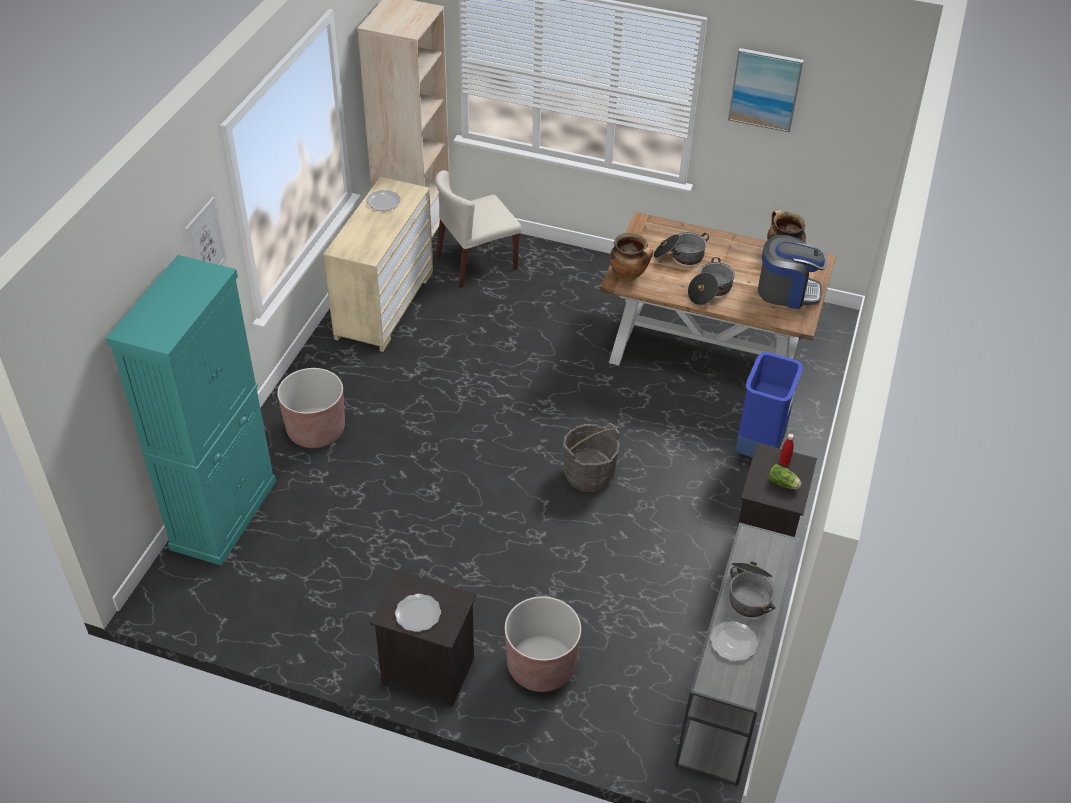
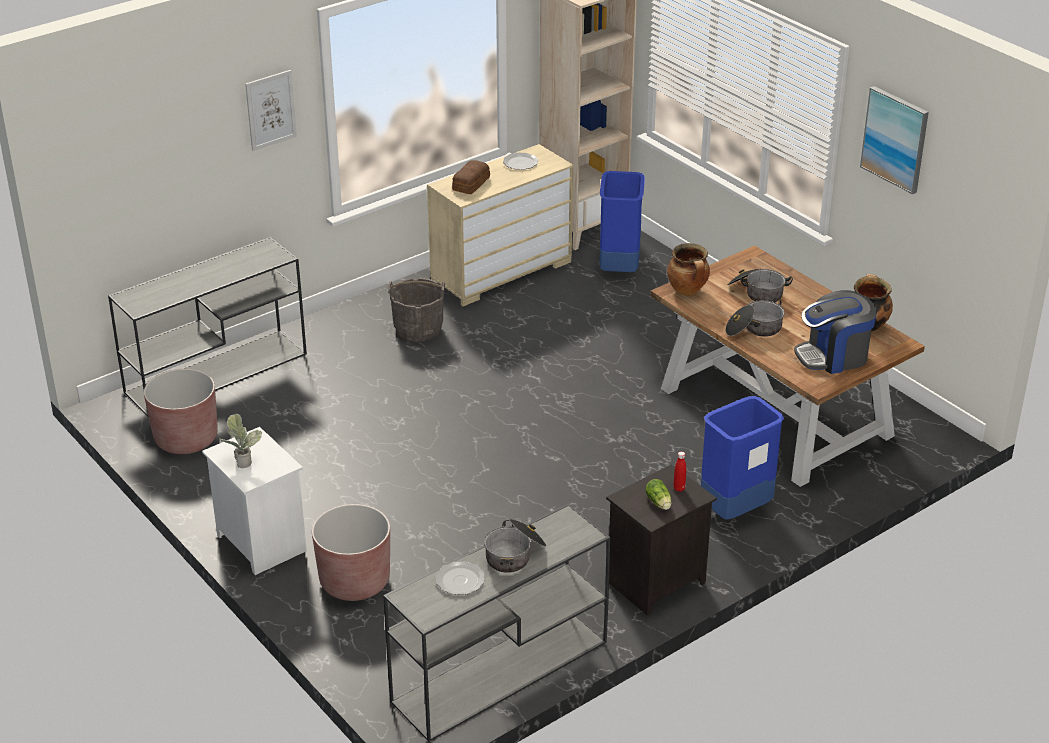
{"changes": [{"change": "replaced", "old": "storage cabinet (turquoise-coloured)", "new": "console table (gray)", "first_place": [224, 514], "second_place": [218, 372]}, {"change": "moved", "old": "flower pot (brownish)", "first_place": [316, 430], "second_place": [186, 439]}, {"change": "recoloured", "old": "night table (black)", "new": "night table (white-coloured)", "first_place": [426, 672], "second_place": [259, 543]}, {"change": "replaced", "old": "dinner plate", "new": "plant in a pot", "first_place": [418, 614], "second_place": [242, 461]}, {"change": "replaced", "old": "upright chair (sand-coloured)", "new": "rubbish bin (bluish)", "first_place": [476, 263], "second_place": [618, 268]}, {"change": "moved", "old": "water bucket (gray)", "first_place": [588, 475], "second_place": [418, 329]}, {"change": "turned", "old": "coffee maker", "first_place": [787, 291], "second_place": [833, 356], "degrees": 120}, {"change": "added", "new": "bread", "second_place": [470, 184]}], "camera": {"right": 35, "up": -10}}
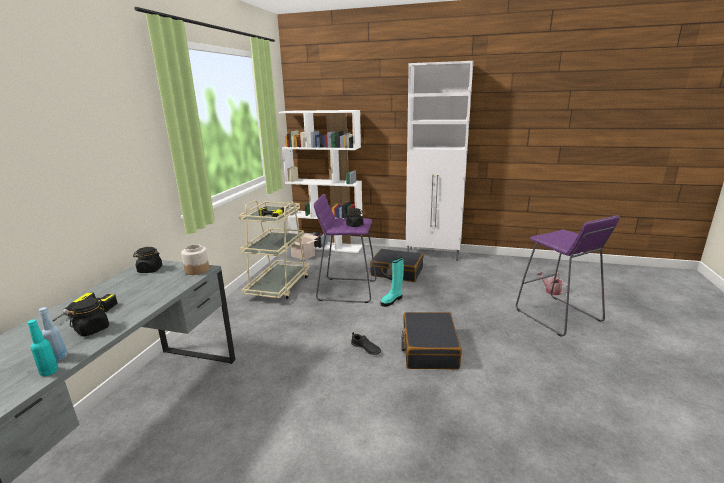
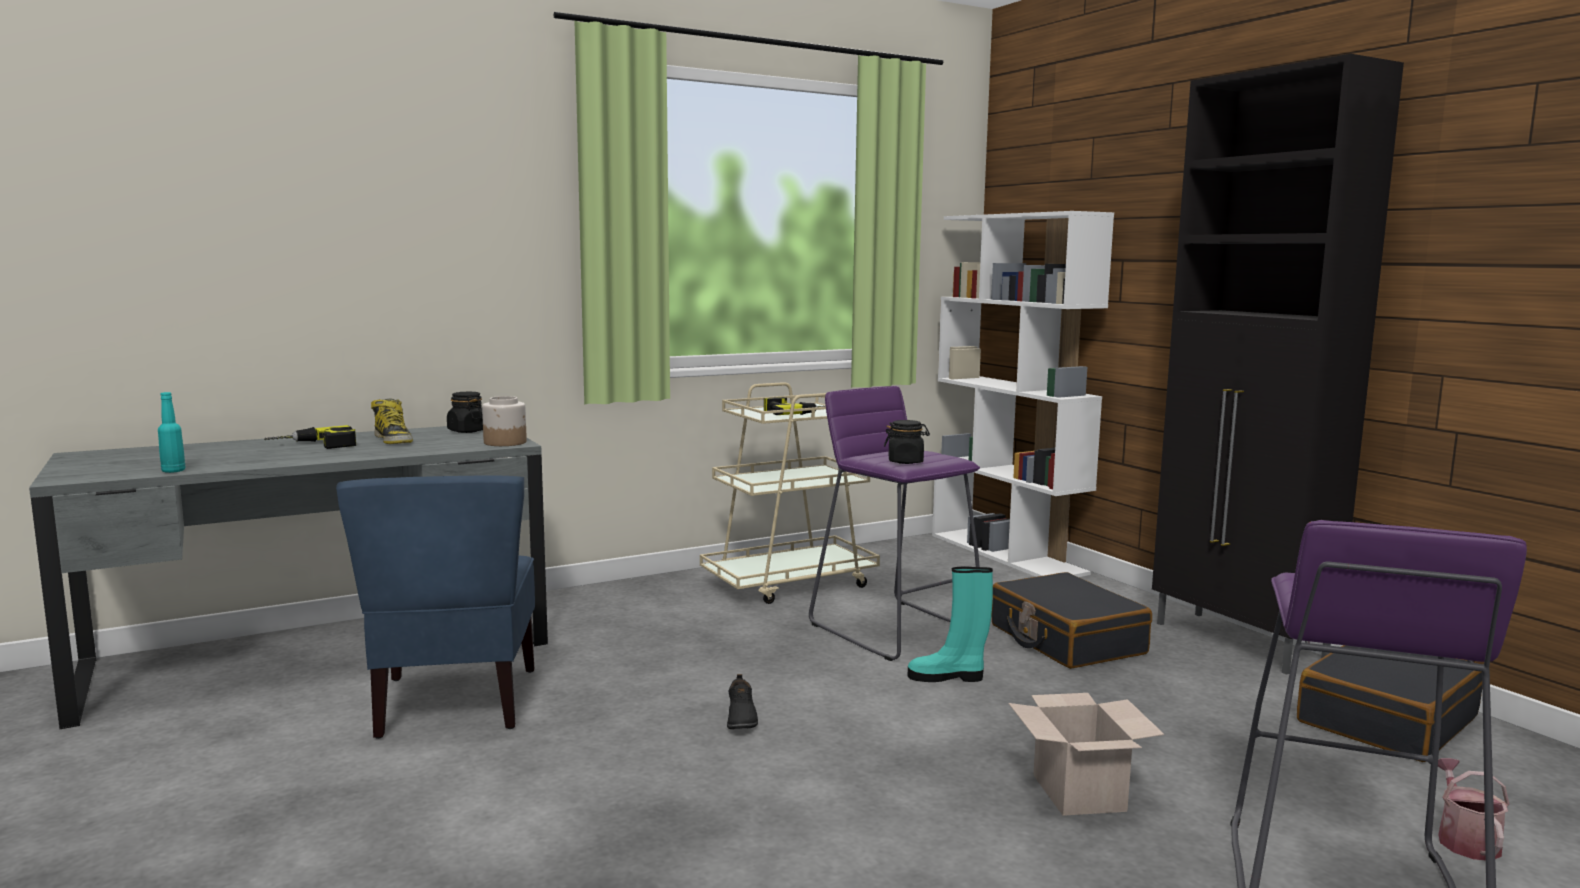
{"changes": [{"change": "removed", "old": "bottle (bluish)", "first_place": [59, 357]}, {"change": "removed", "old": "preserve jar (black)", "first_place": [92, 329]}, {"change": "moved", "old": "packing box", "first_place": [303, 256], "second_place": [1081, 794]}, {"change": "moved", "old": "suitcase (black)", "first_place": [429, 349], "second_place": [1385, 719]}, {"change": "recoloured", "old": "storage cabinet (white-coloured)", "new": "storage cabinet (black)", "first_place": [433, 255], "second_place": [1240, 643]}, {"change": "added", "new": "upright chair (bluish)", "second_place": [455, 703]}, {"change": "added", "new": "tall boot", "second_place": [393, 440]}], "camera": {"right": 45, "up": -10}}
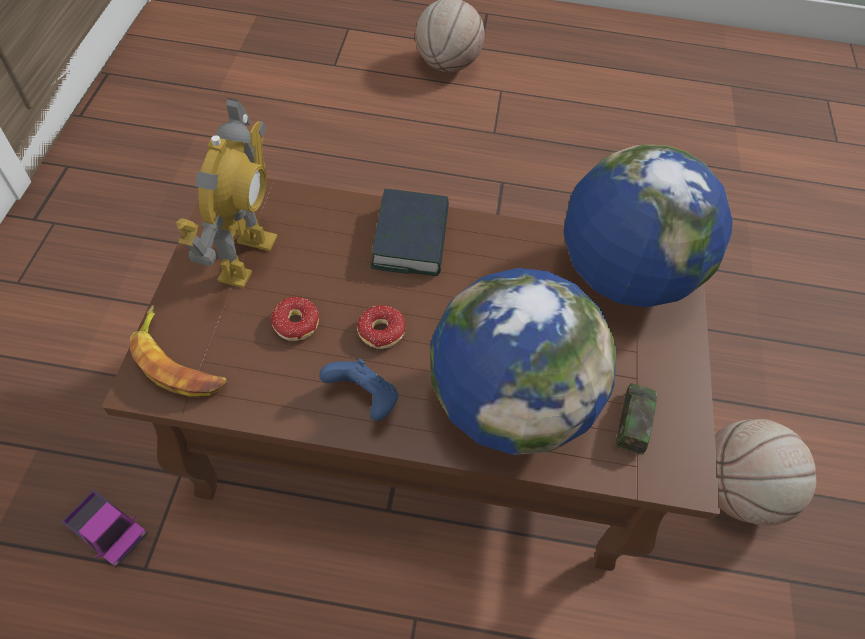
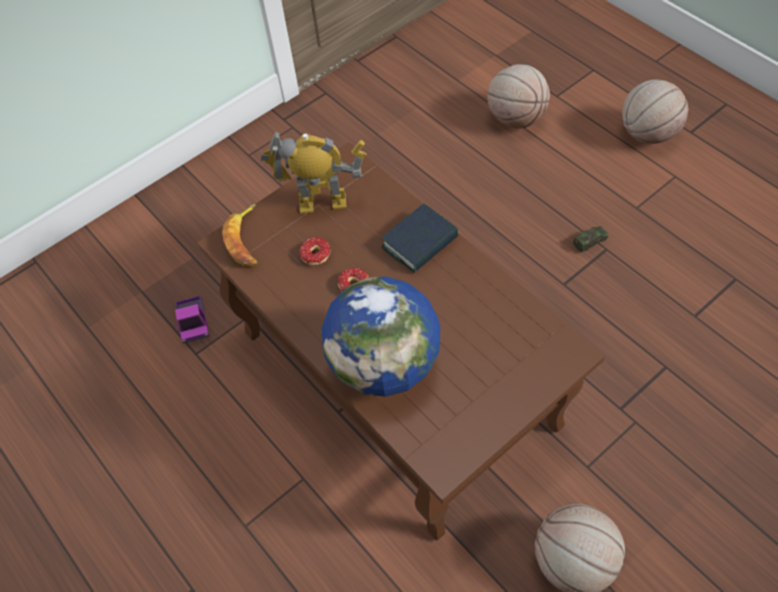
{"changes": [{"change": "turned", "old": "robot figure", "first_place": [246, 257], "second_place": [322, 203], "degrees": -150}, {"change": "removed", "old": "game controller (bluish)", "first_place": [364, 398]}, {"change": "removed", "old": "world globe", "first_place": [622, 275]}, {"change": "moved", "old": "miniature car", "first_place": [633, 422], "second_place": [590, 242]}, {"change": "added", "new": "ball for basketball", "second_place": [516, 118]}], "camera": {"right": 50, "up": 0}}
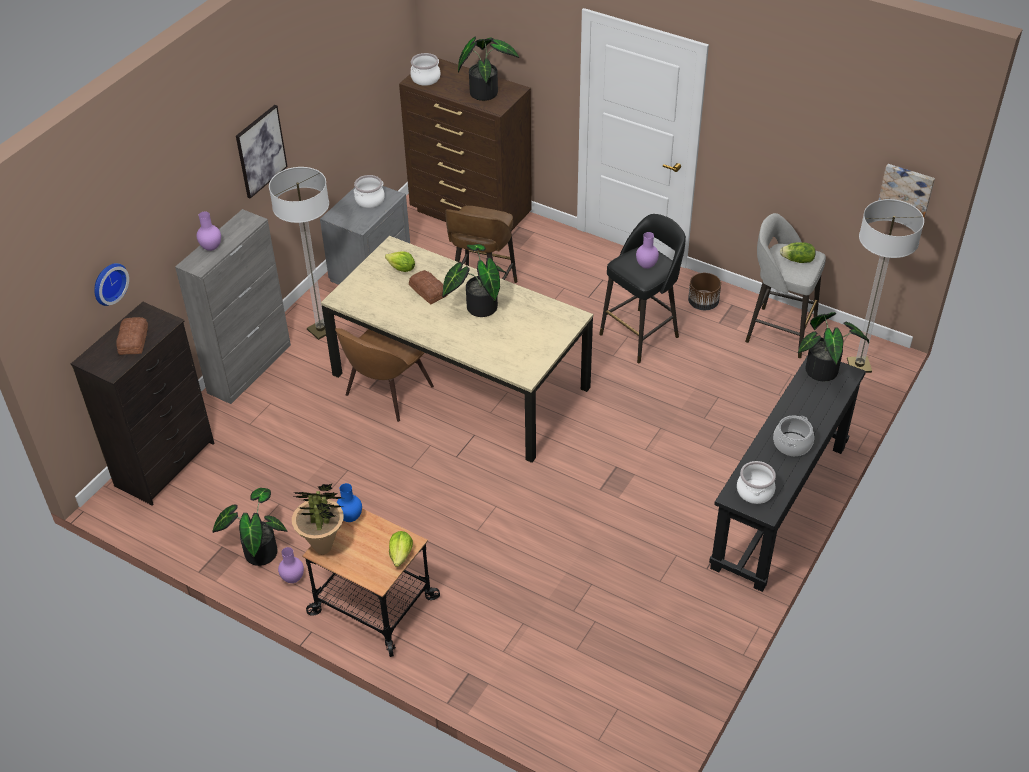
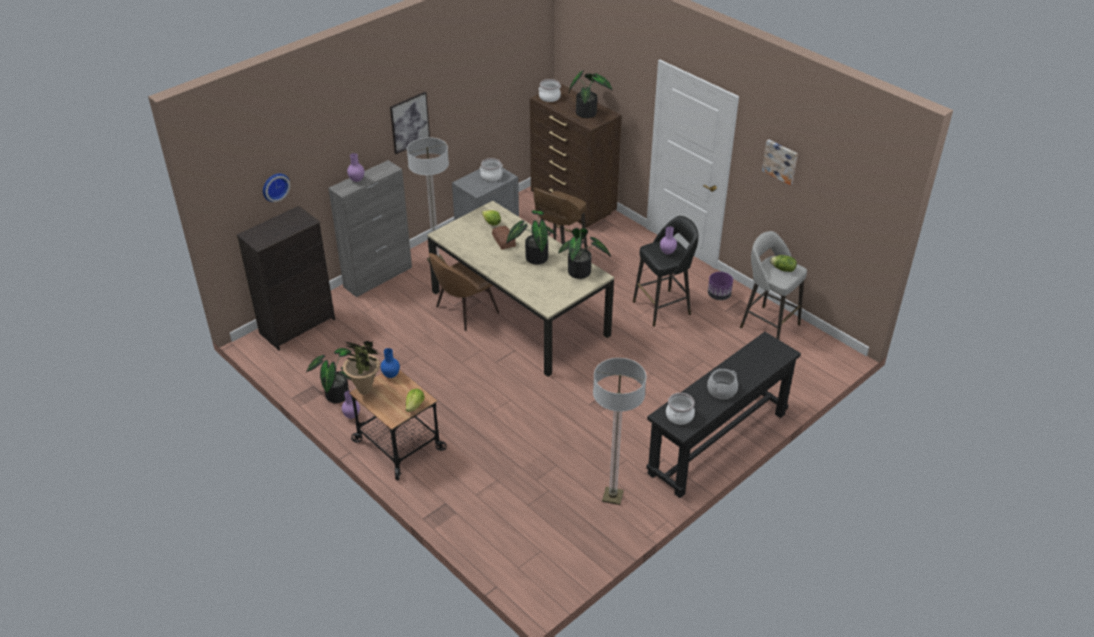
{"changes": [{"change": "removed", "old": "bread", "first_place": [132, 340]}, {"change": "recoloured", "old": "flower pot (brownish)", "new": "flower pot (purple)", "first_place": [703, 303], "second_place": [719, 295]}, {"change": "moved", "old": "plant in a pot", "first_place": [825, 372], "second_place": [581, 273]}, {"change": "moved", "old": "standard lamp", "first_place": [859, 366], "second_place": [612, 496]}, {"change": "moved", "old": "picture", "first_place": [906, 190], "second_place": [780, 161]}], "camera": {"right": 15, "up": -5}}
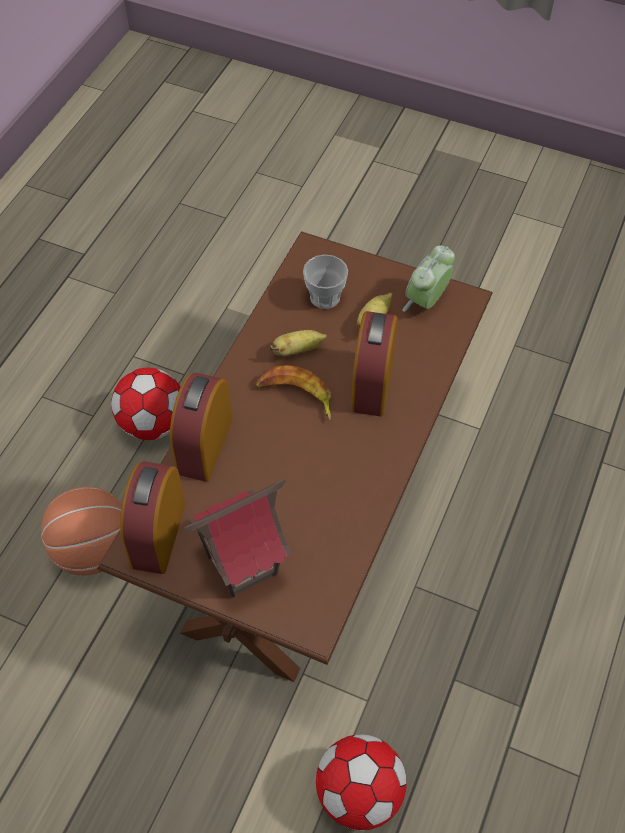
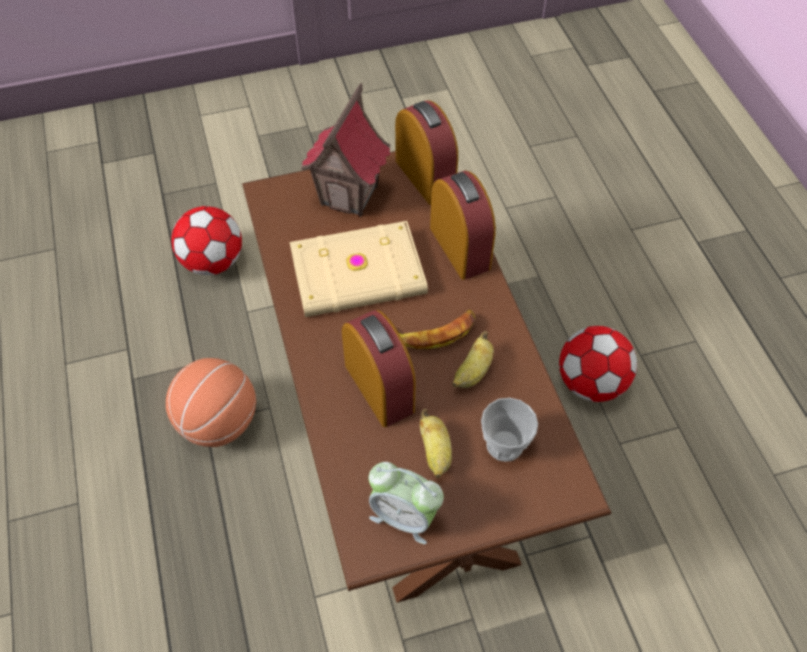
{"changes": [{"change": "moved", "old": "ball for basketball", "first_place": [93, 550], "second_place": [219, 422]}, {"change": "turned", "old": "table clock", "first_place": [426, 301], "second_place": [404, 516], "degrees": 120}, {"change": "added", "new": "volume (sand-coloured)", "second_place": [359, 275]}], "camera": {"right": 140, "up": 0}}
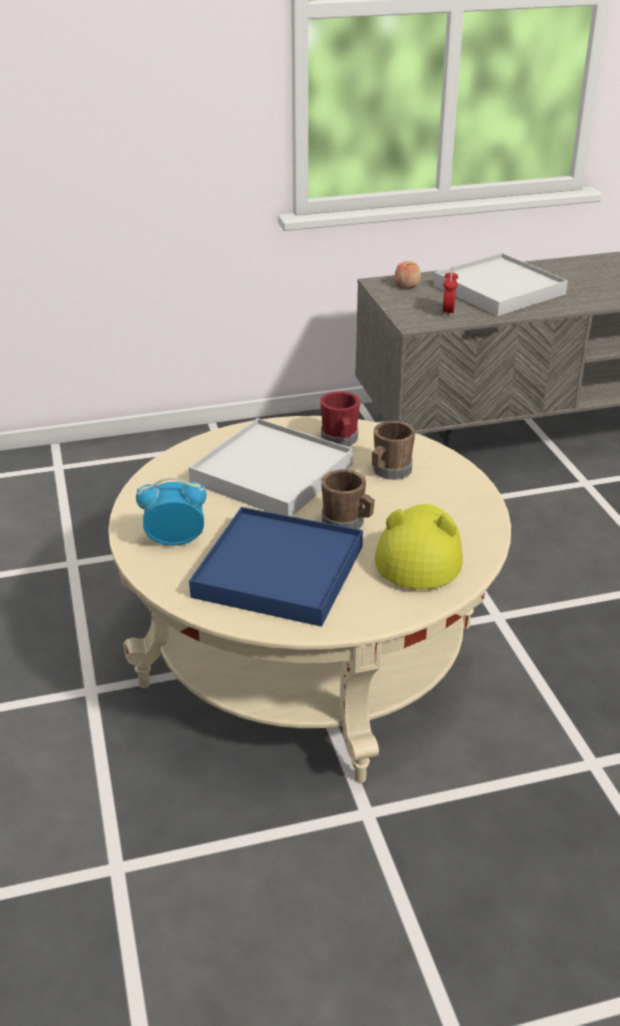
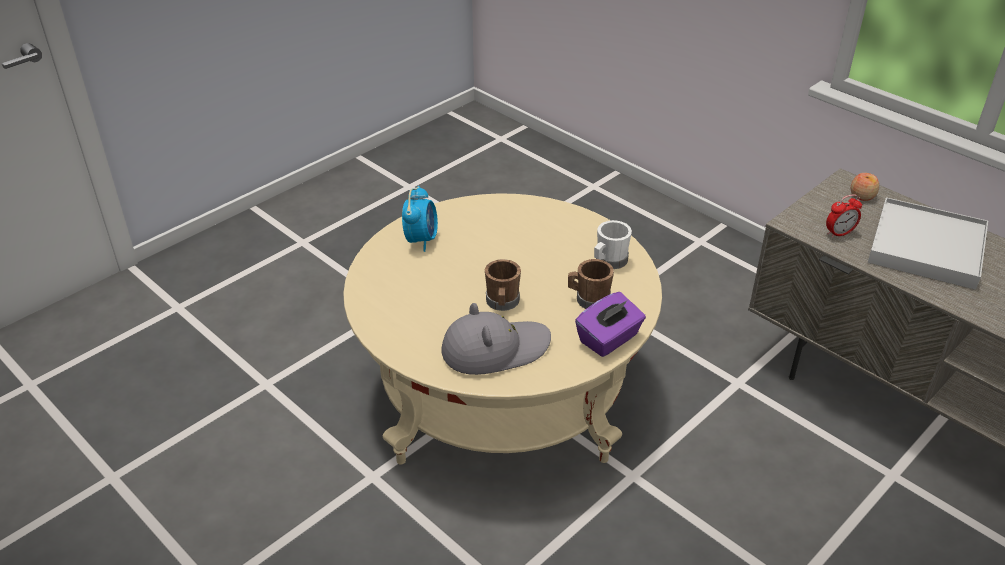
{"changes": [{"change": "turned", "old": "table clock", "first_place": [175, 540], "second_place": [421, 239], "degrees": 45}, {"change": "removed", "old": "carrying tray (white-coloured)", "first_place": [272, 474]}, {"change": "removed", "old": "carrying tray (bluish)", "first_place": [279, 571]}, {"change": "recoloured", "old": "mug (red-coloured)", "new": "mug (white-coloured)", "first_place": [340, 441], "second_place": [609, 261]}, {"change": "recoloured", "old": "clothing hat (yellow-coloured)", "new": "clothing hat (gray)", "first_place": [419, 553], "second_place": [495, 349]}, {"change": "added", "new": "tissue holder (purple)", "second_place": [609, 339]}], "camera": {"right": 60, "up": 5}}
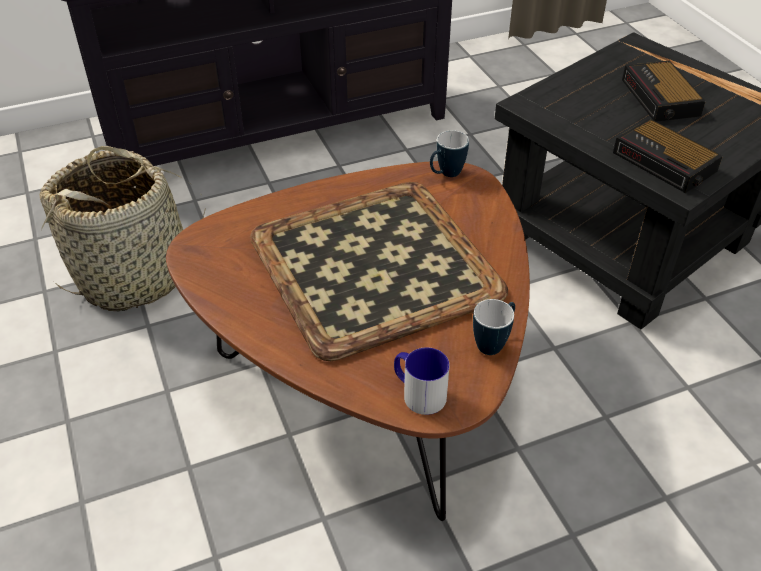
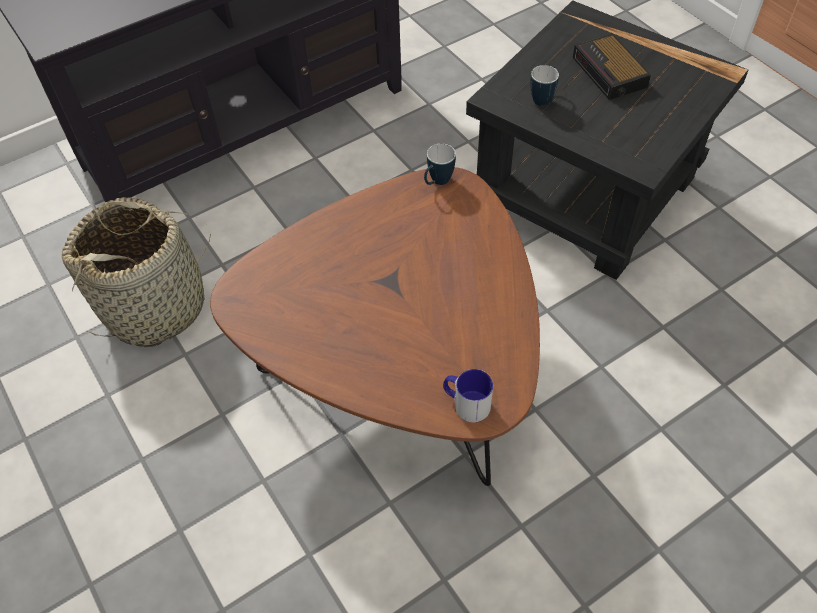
{"changes": [{"change": "removed", "old": "carrying tray", "first_place": [372, 265]}, {"change": "moved", "old": "mug", "first_place": [494, 343], "second_place": [543, 98]}, {"change": "removed", "old": "table clock", "first_place": [666, 163]}], "camera": {"right": -10, "up": 10}}
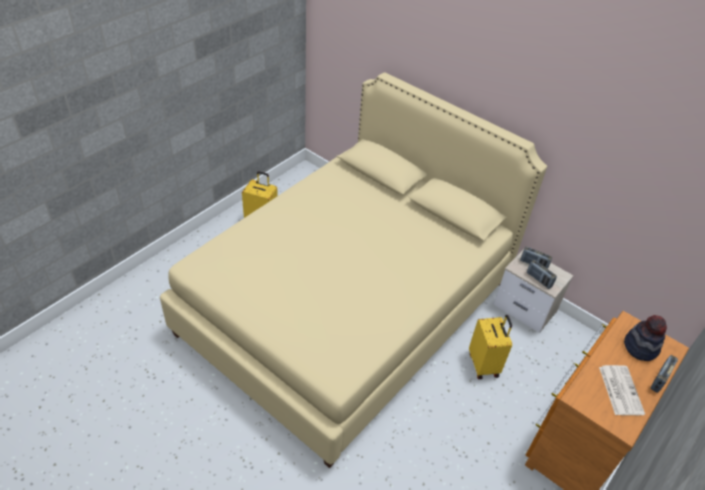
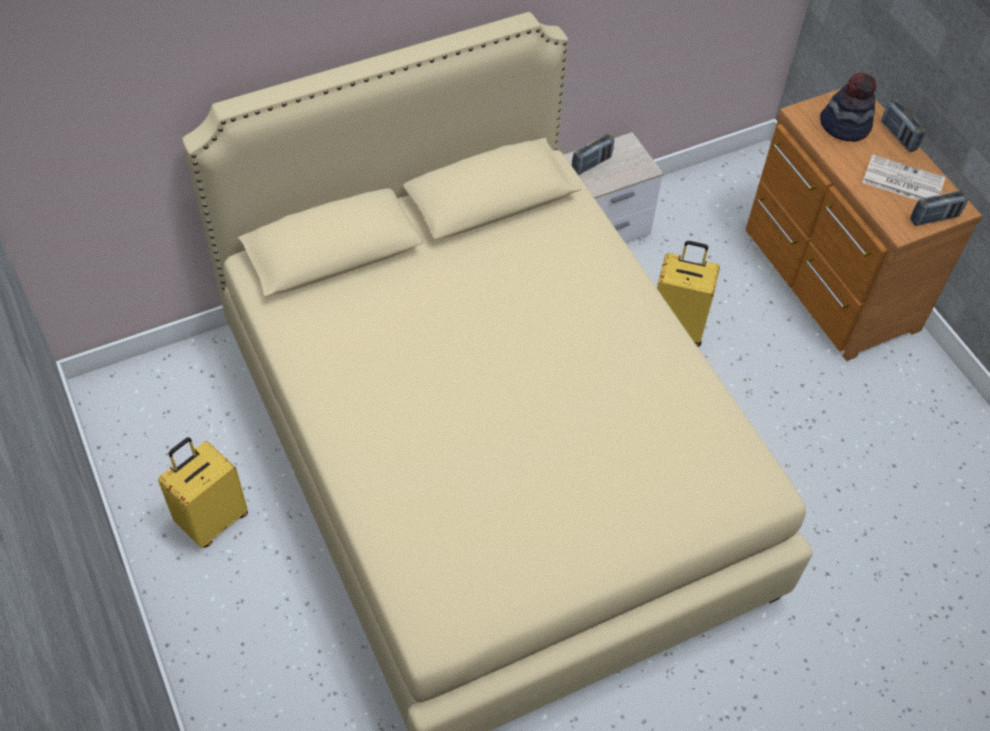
{"changes": [{"change": "moved", "old": "radio", "first_place": [539, 280], "second_place": [934, 218]}], "camera": {"right": -65, "up": 10}}
